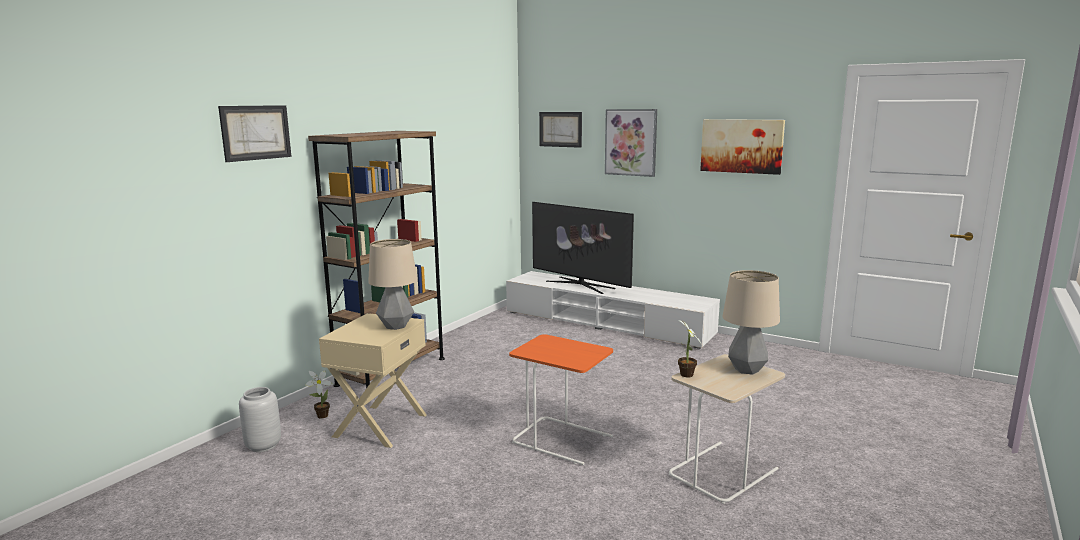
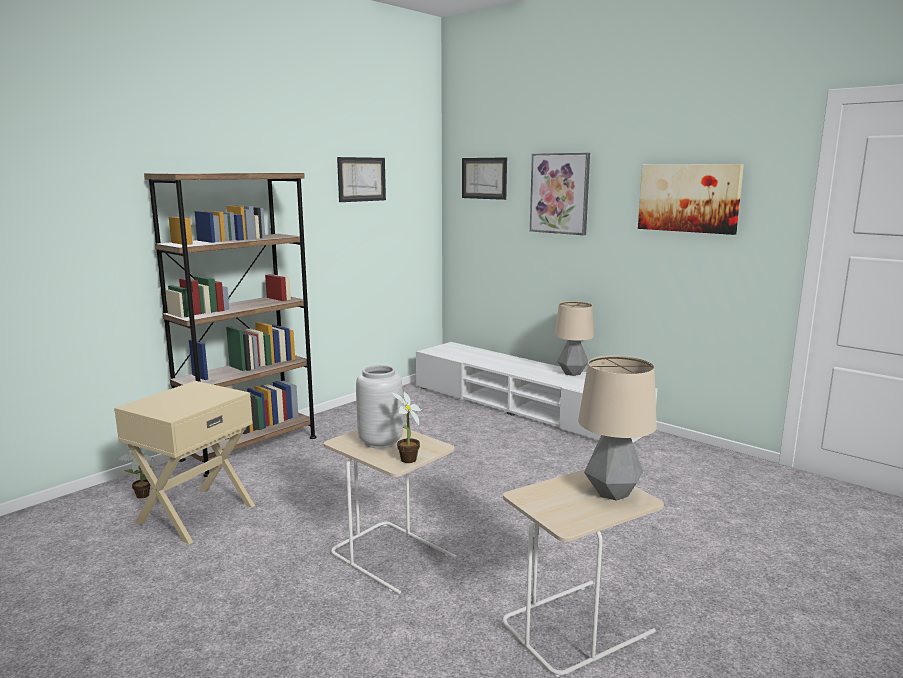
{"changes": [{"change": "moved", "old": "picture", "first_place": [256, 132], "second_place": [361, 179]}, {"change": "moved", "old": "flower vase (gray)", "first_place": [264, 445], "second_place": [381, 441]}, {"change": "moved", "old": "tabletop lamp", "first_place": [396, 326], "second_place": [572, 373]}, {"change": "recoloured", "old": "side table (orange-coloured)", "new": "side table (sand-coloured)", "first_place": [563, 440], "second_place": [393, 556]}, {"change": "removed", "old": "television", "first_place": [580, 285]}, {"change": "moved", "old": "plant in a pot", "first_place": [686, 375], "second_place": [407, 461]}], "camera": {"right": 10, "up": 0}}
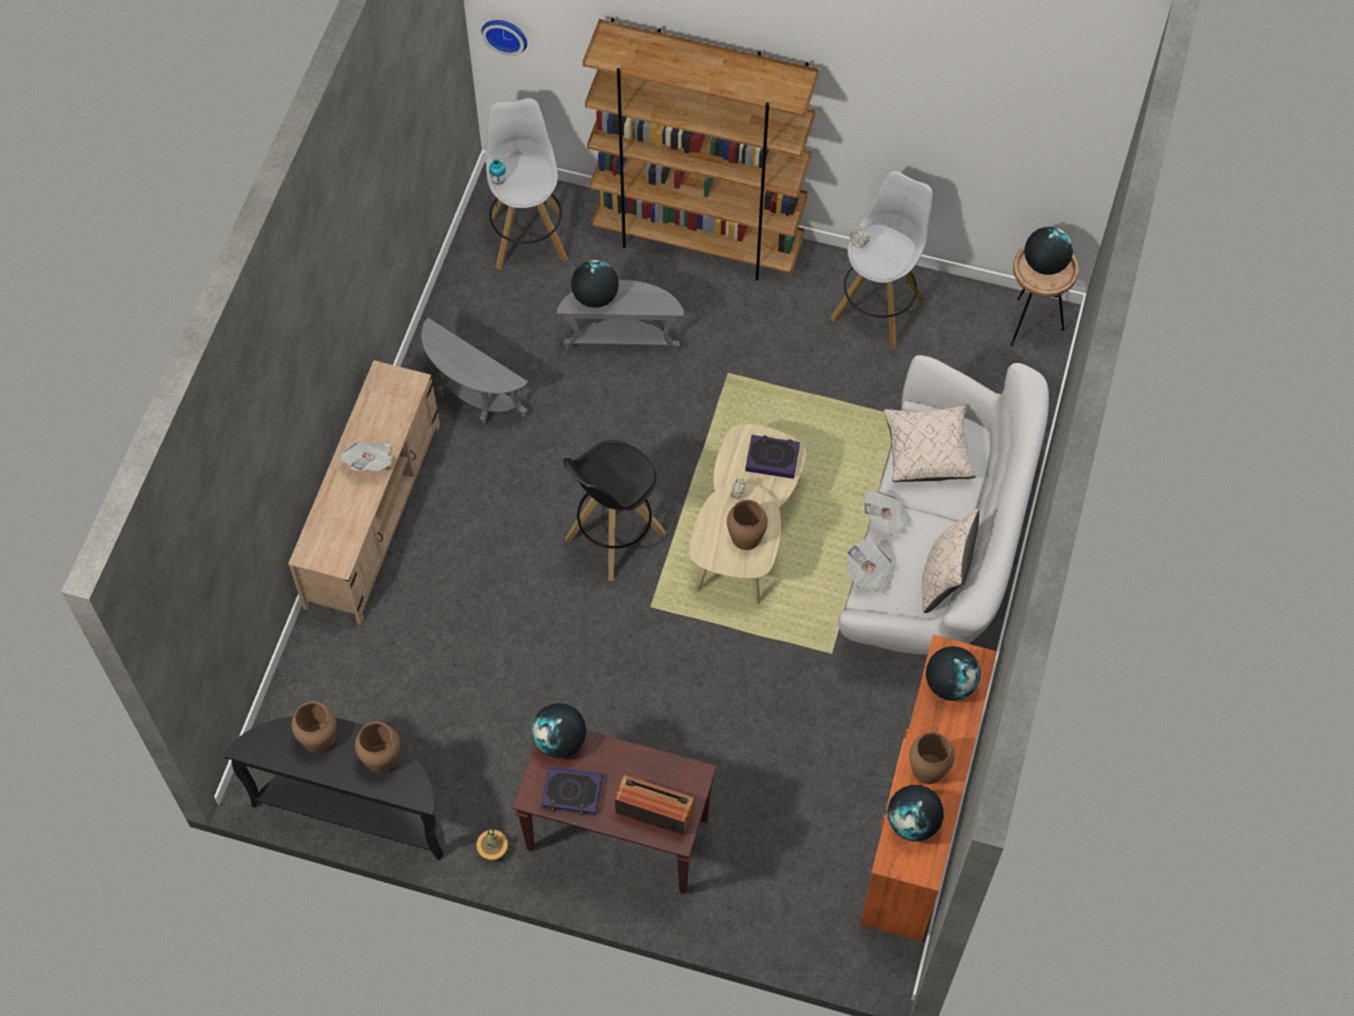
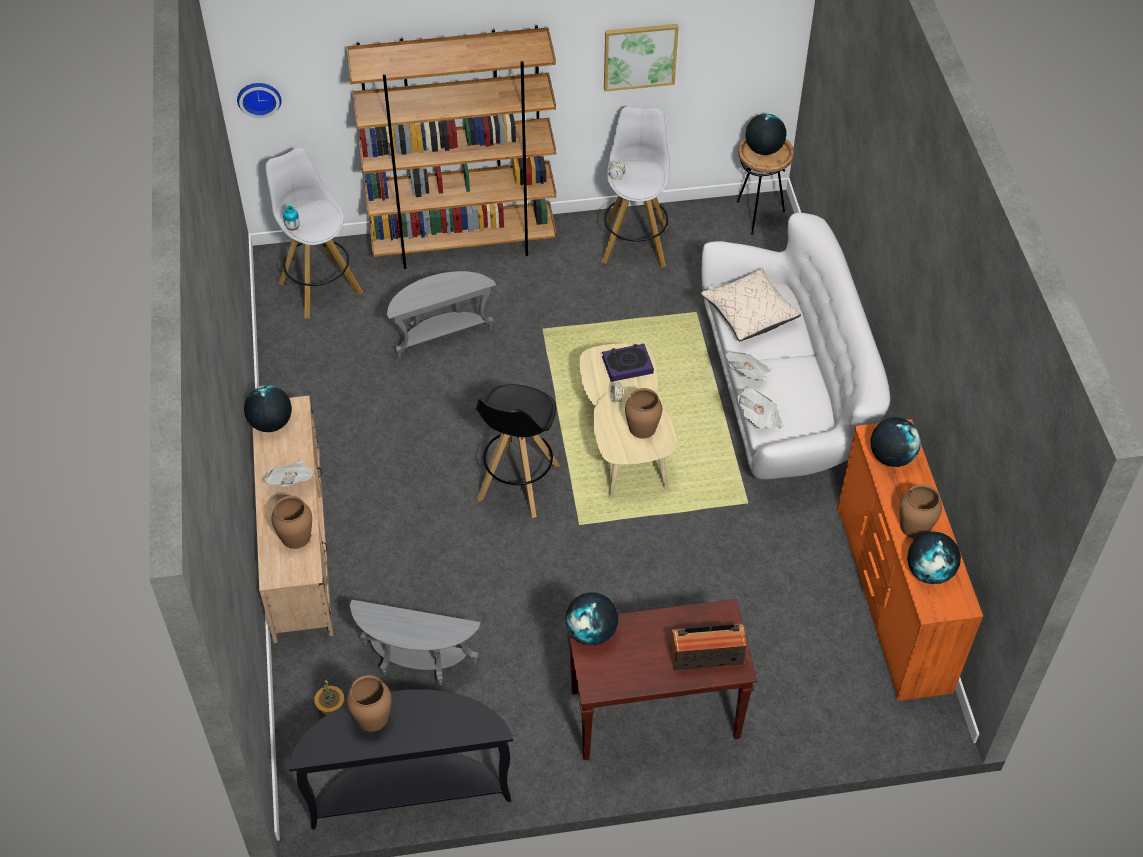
{"changes": [{"change": "moved", "old": "flower vase (brownish)", "first_place": [381, 757], "second_place": [295, 536]}, {"change": "moved", "old": "side table (gray)", "first_place": [472, 399], "second_place": [416, 665]}, {"change": "moved", "old": "plant in a pot", "first_place": [492, 850], "second_place": [330, 706]}, {"change": "removed", "old": "volume", "first_place": [572, 793]}, {"change": "moved", "old": "world globe", "first_place": [595, 297], "second_place": [271, 423]}, {"change": "removed", "old": "cushion (sand-coloured)", "first_place": [944, 579]}, {"change": "added", "new": "picture", "second_place": [640, 56]}], "camera": {"right": -25, "up": -10}}
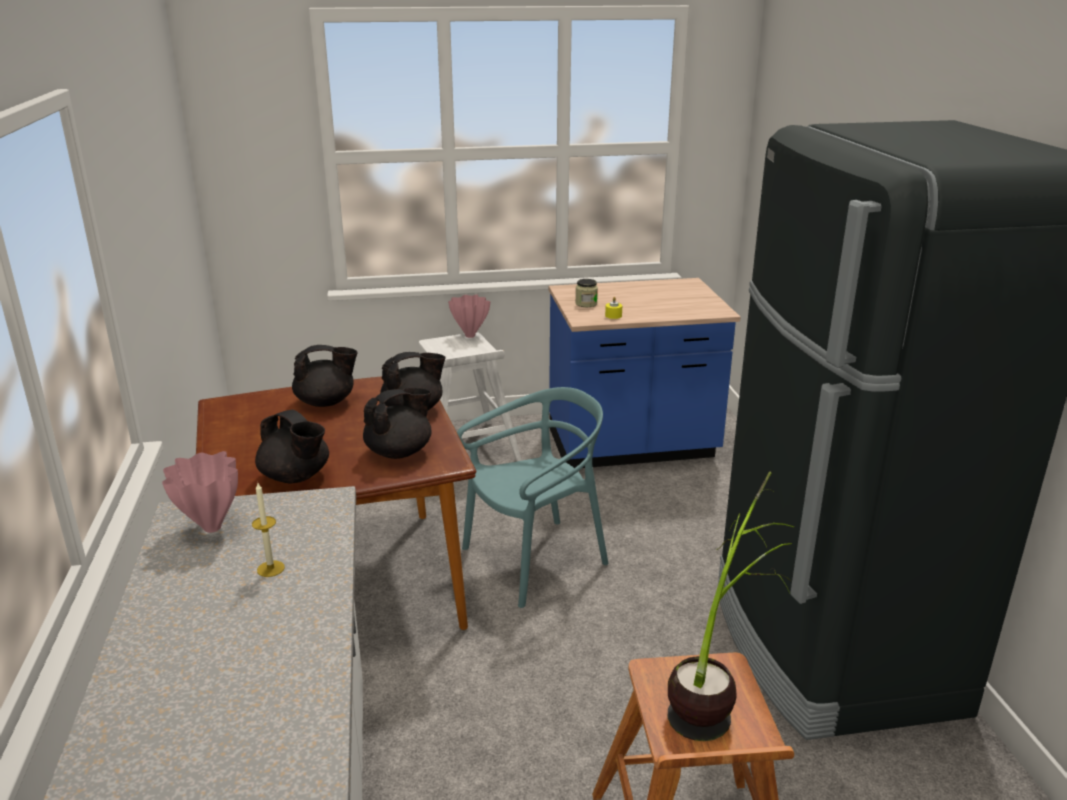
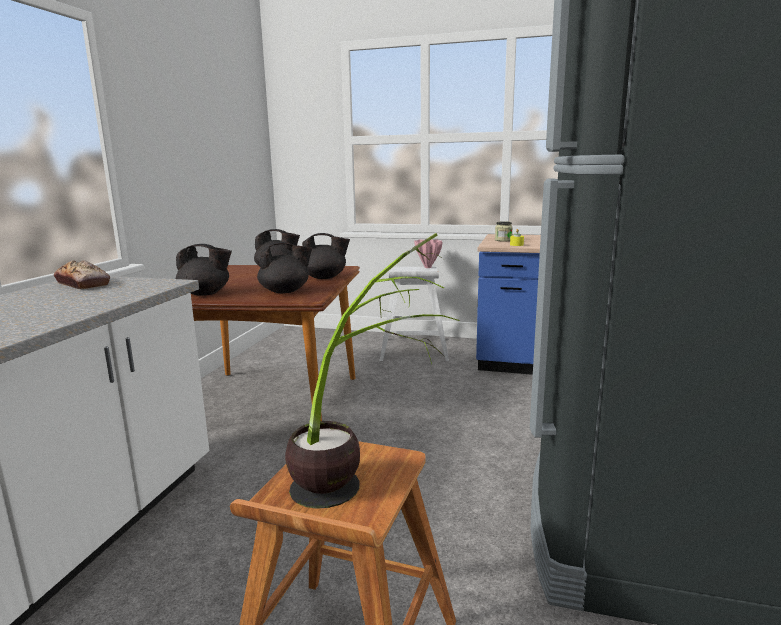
{"changes": [{"change": "replaced", "old": "flower vase (pinkish)", "new": "bread", "first_place": [211, 527], "second_place": [83, 284]}, {"change": "removed", "old": "wax light", "first_place": [270, 568]}, {"change": "turned", "old": "tea pot (black)", "first_place": [296, 477], "second_place": [205, 294], "degrees": -60}, {"change": "removed", "old": "upright chair (turquoise-coloured)", "first_place": [535, 560]}], "camera": {"right": 25, "up": -10}}
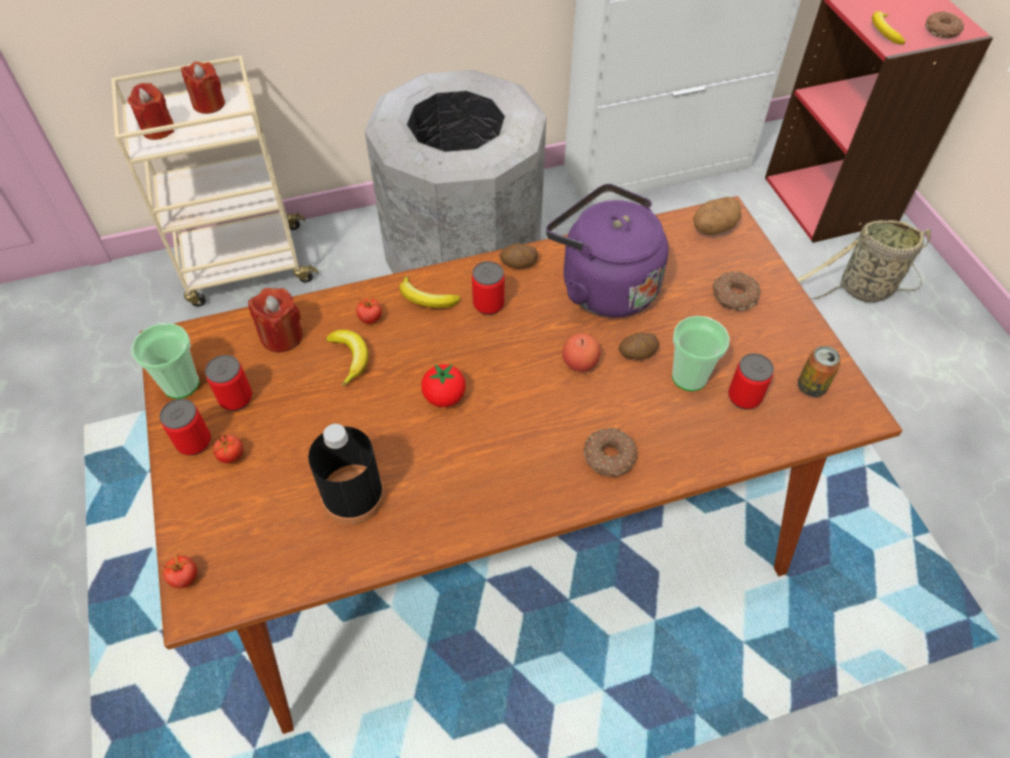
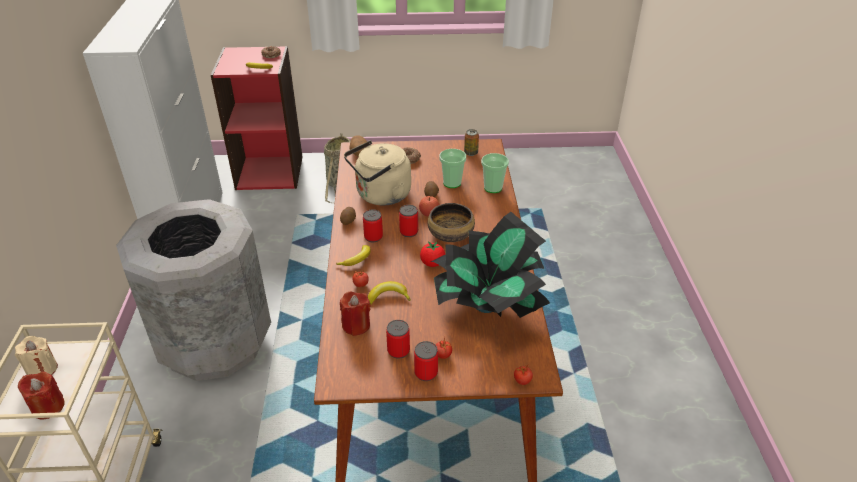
{"changes": [{"change": "moved", "old": "drinking cup", "first_place": [181, 384], "second_place": [493, 188]}, {"change": "recoloured", "old": "wax light (red-coloured)", "new": "wax light (sand-coloured)", "first_place": [209, 104], "second_place": [42, 370]}, {"change": "replaced", "old": "bottle (black)", "new": "plant in a pot", "first_place": [353, 496], "second_place": [487, 306]}, {"change": "recoloured", "old": "water kettle (purple)", "new": "water kettle (sand-coloured)", "first_place": [603, 285], "second_place": [380, 196]}, {"change": "removed", "old": "ring doughnut", "first_place": [609, 458]}, {"change": "moved", "old": "can", "first_place": [744, 397], "second_place": [409, 232]}, {"change": "added", "new": "bowl", "second_place": [451, 234]}], "camera": {"right": -75, "up": -15}}
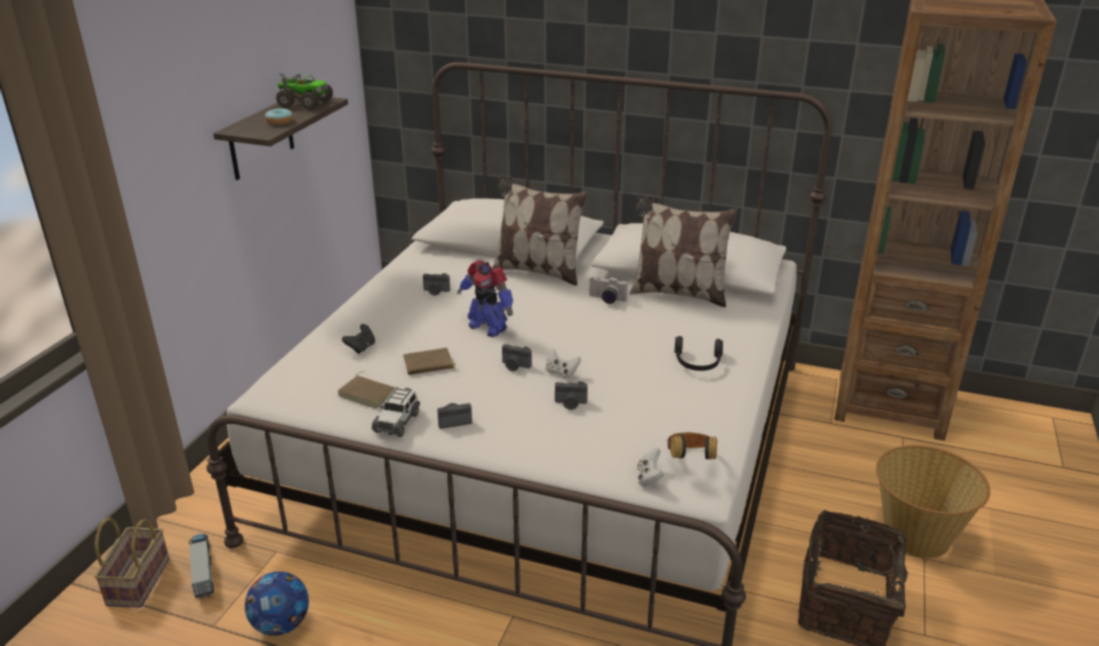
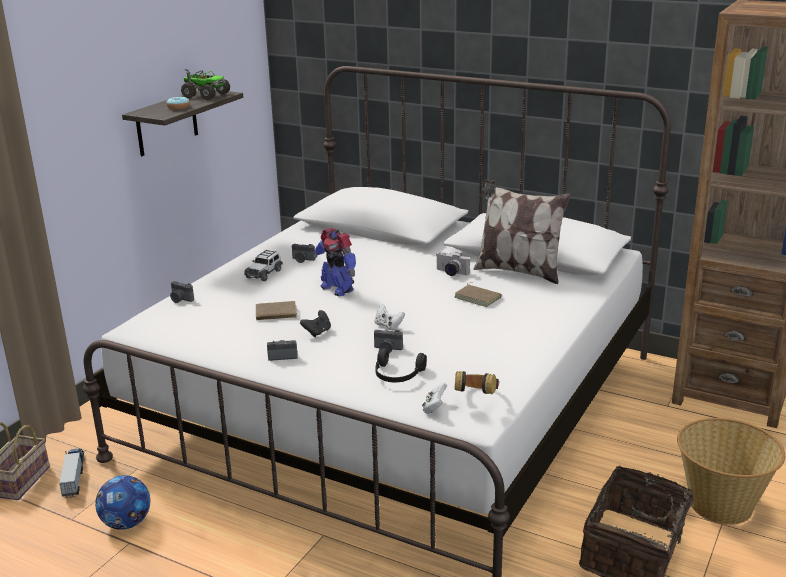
{"changes": [{"change": "moved", "old": "volume (brownish)", "first_place": [368, 393], "second_place": [478, 297]}, {"change": "moved", "old": "game controller (black)", "first_place": [361, 348], "second_place": [317, 332]}, {"change": "moved", "old": "miniature car", "first_place": [397, 422], "second_place": [264, 273]}, {"change": "removed", "old": "cushion", "first_place": [537, 271]}, {"change": "moved", "old": "still camera", "first_place": [515, 366], "second_place": [180, 300]}, {"change": "moved", "old": "headphones (black)", "first_place": [697, 362], "second_place": [397, 375]}], "camera": {"right": 10, "up": -5}}
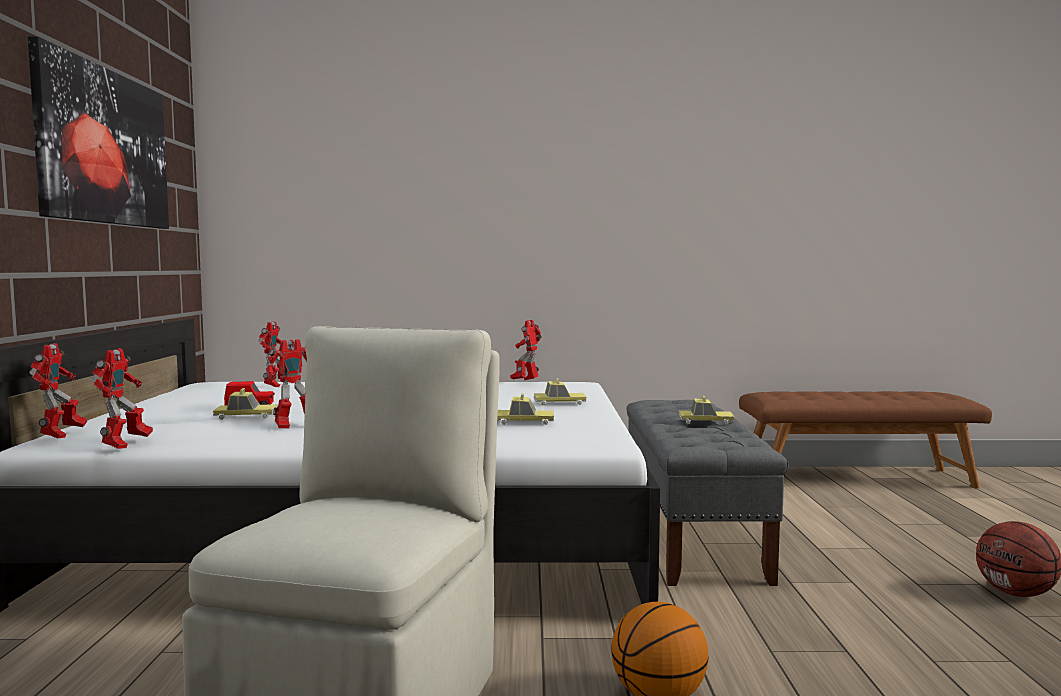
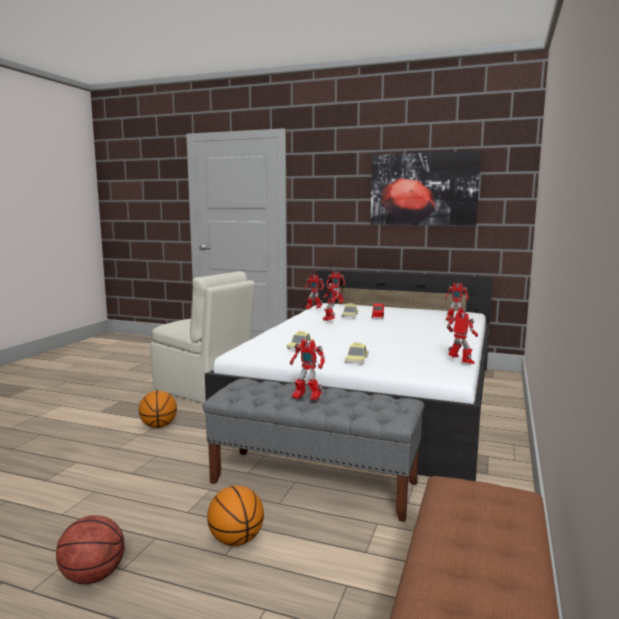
{"changes": [{"change": "replaced", "old": "miniature car", "new": "robot figure", "first_place": [705, 421], "second_place": [306, 399]}, {"change": "added", "new": "ball for basketball", "second_place": [236, 540]}], "camera": {"right": 110, "up": 5}}
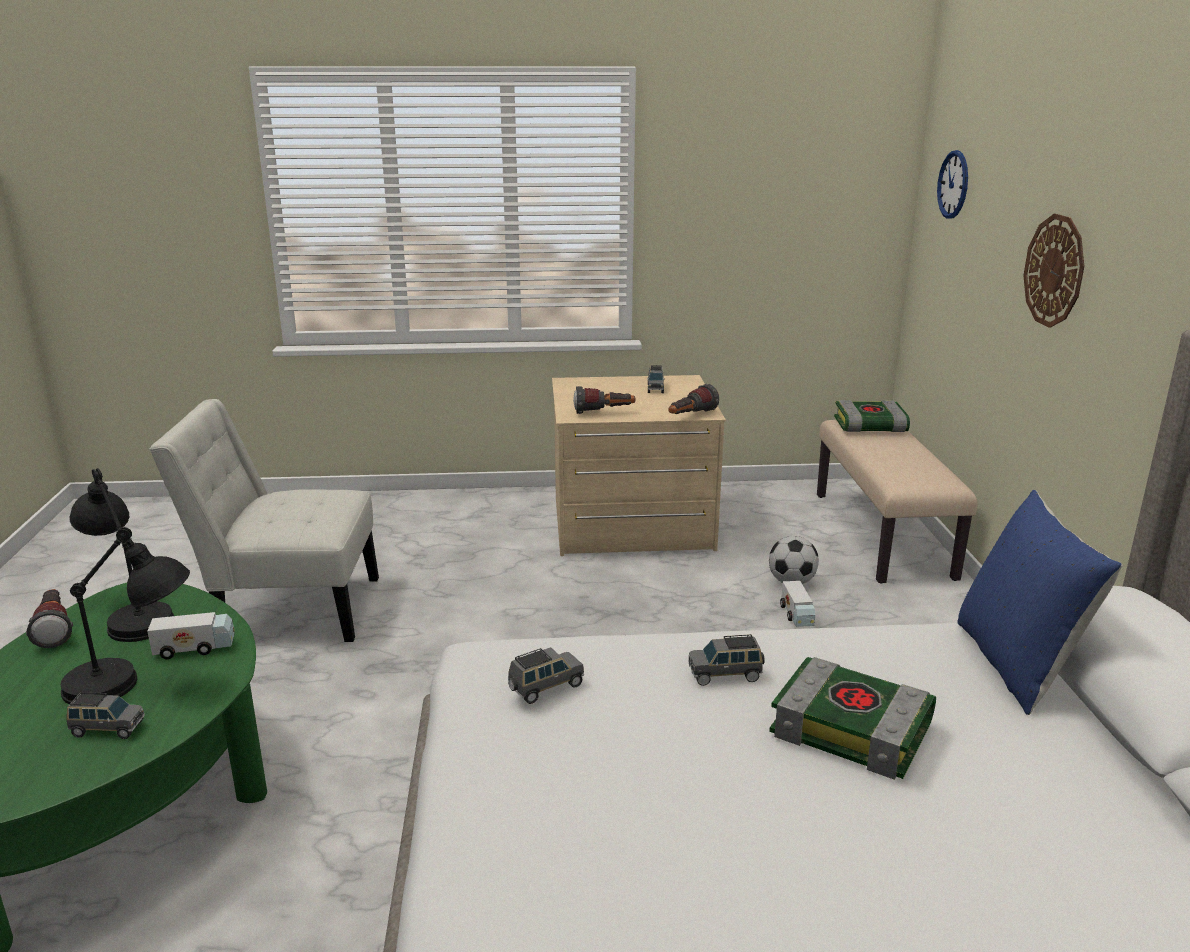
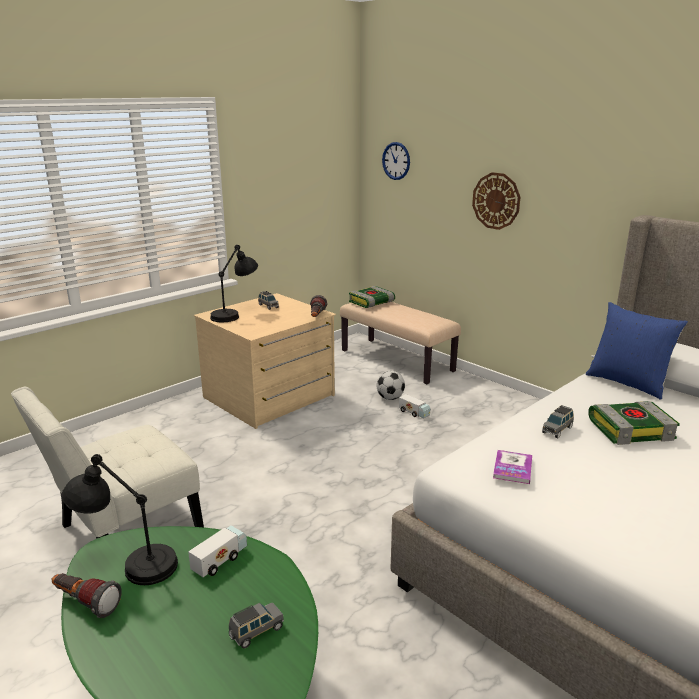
{"changes": [{"change": "moved", "old": "tabletop lamp (black)", "first_place": [134, 683], "second_place": [235, 314]}, {"change": "replaced", "old": "miniature car (gray)", "new": "volume", "first_place": [545, 688], "second_place": [512, 468]}, {"change": "removed", "old": "hand torch", "first_place": [604, 413]}], "camera": {"right": -40, "up": 0}}
